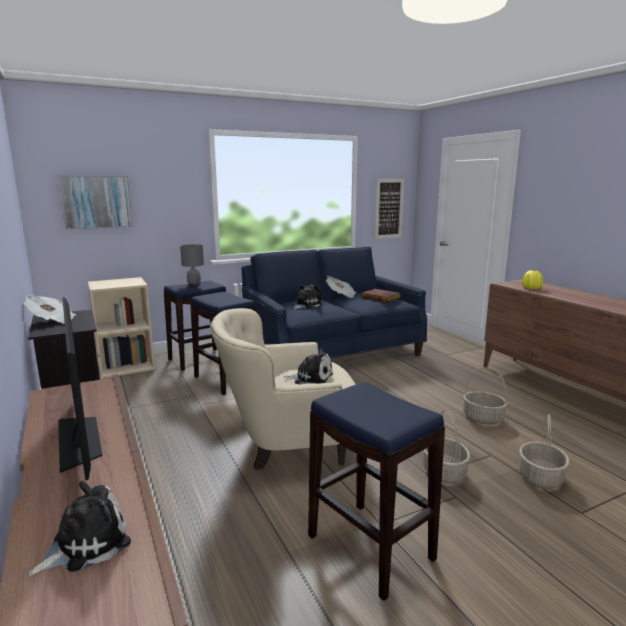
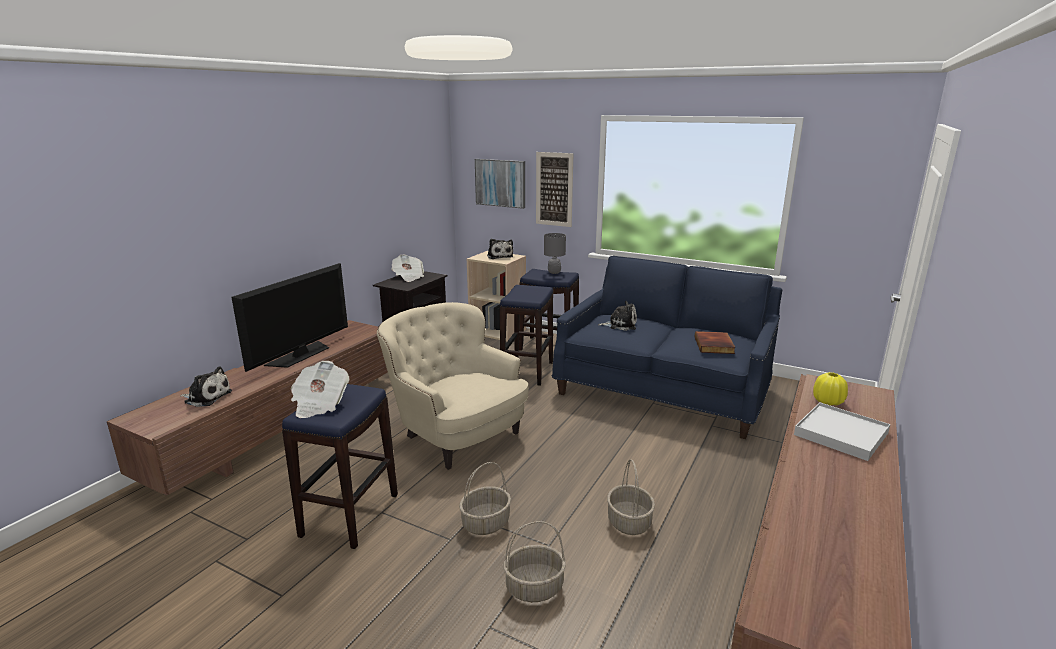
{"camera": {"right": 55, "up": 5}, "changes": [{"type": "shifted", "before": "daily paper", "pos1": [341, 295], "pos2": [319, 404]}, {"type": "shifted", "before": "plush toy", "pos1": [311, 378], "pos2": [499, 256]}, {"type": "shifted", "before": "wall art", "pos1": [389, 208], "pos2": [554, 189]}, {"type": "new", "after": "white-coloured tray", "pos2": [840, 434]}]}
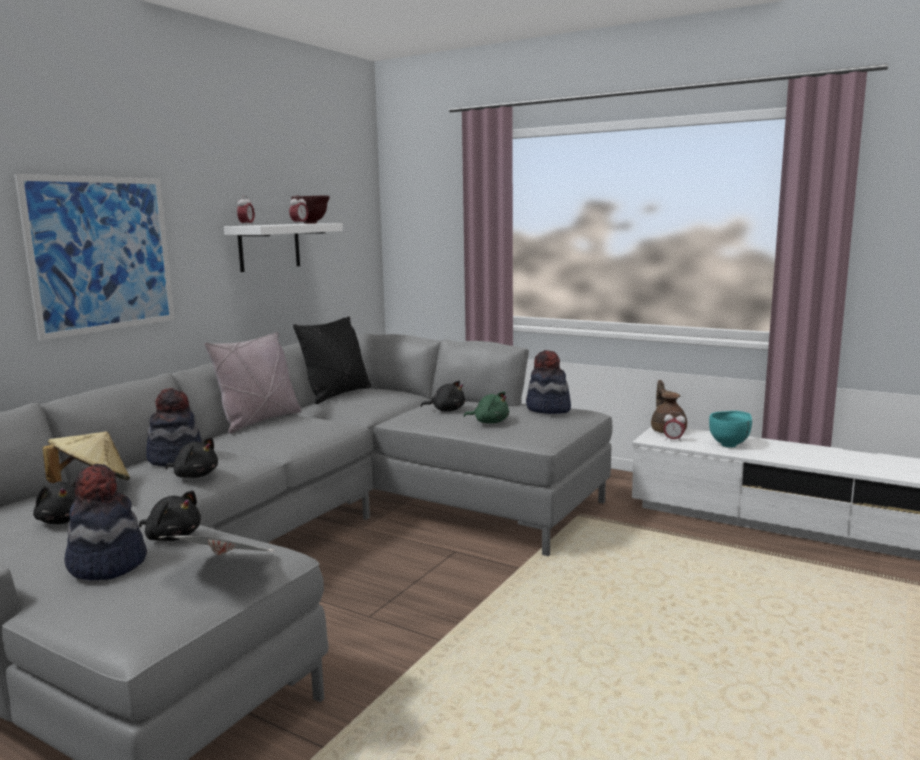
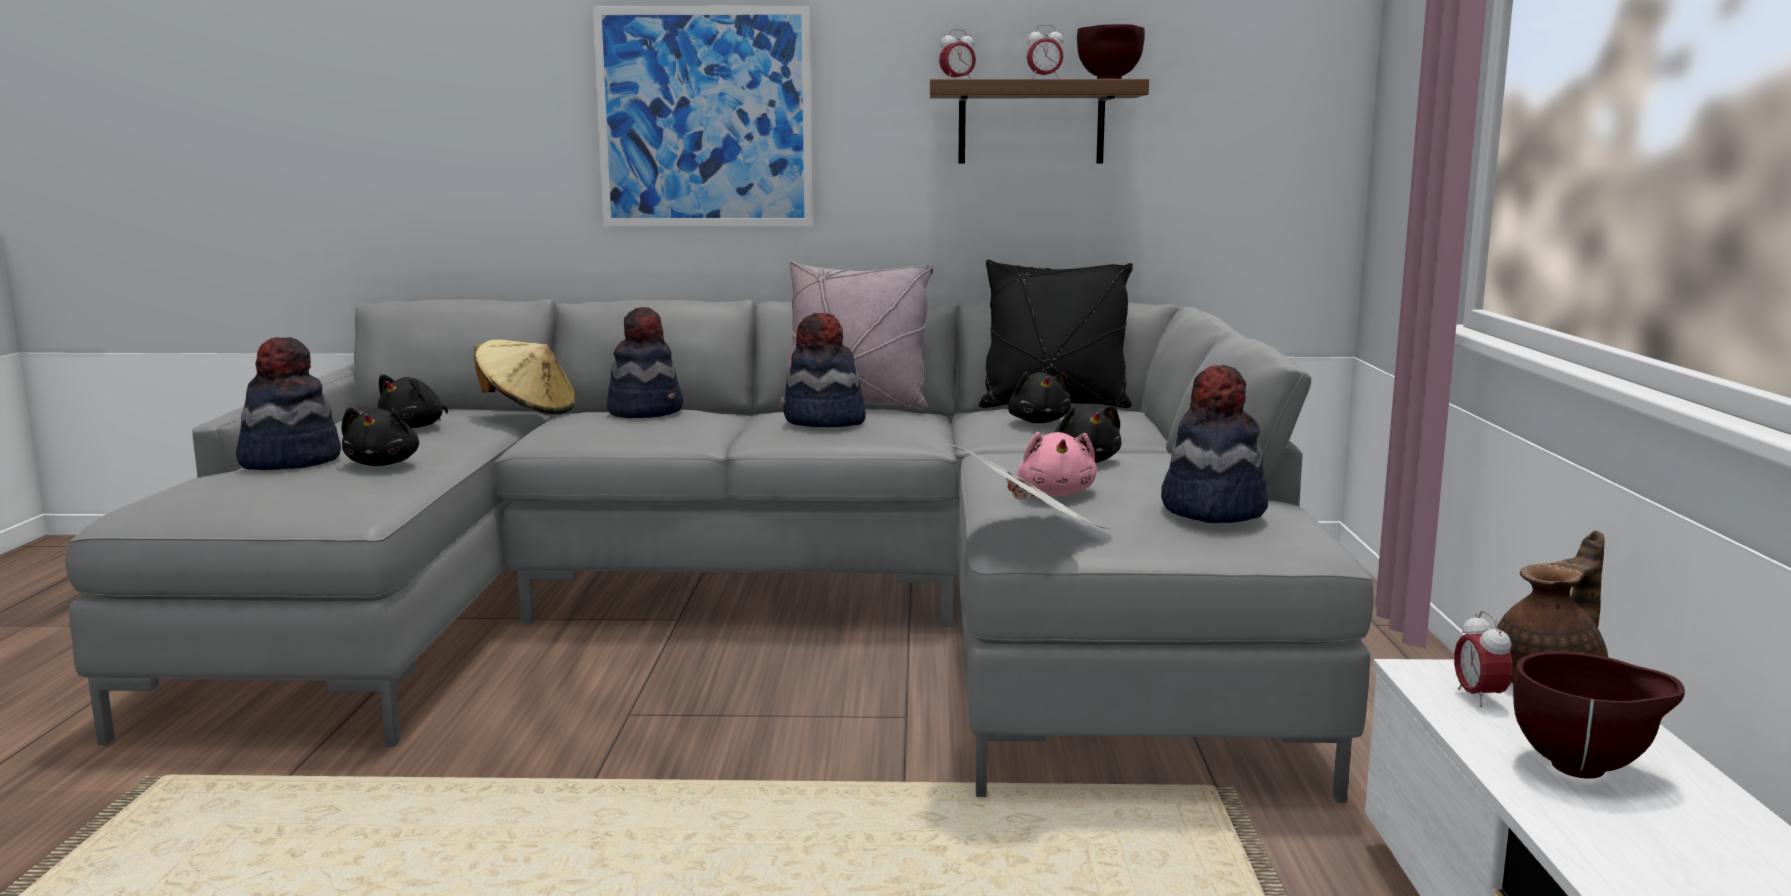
{"camera": {"right": 60, "up": 0}, "changes": [{"type": "new", "after": "hat", "pos2": [824, 421]}, {"type": "repainted", "before": "white-coloured shelf", "after": "brown shelf", "pos1": [269, 247], "pos2": [1031, 123]}, {"type": "shifted", "before": "daily paper", "pos1": [226, 572], "pos2": [1028, 529]}, {"type": "shifted", "before": "black-coloured plush toy", "pos1": [195, 475], "pos2": [1039, 422]}, {"type": "repainted", "before": "green plush toy", "after": "pink plush toy", "pos1": [489, 422], "pos2": [1057, 493]}, {"type": "repainted", "before": "blue-green bowl", "after": "brown bowl", "pos1": [730, 445], "pos2": [1586, 770]}]}
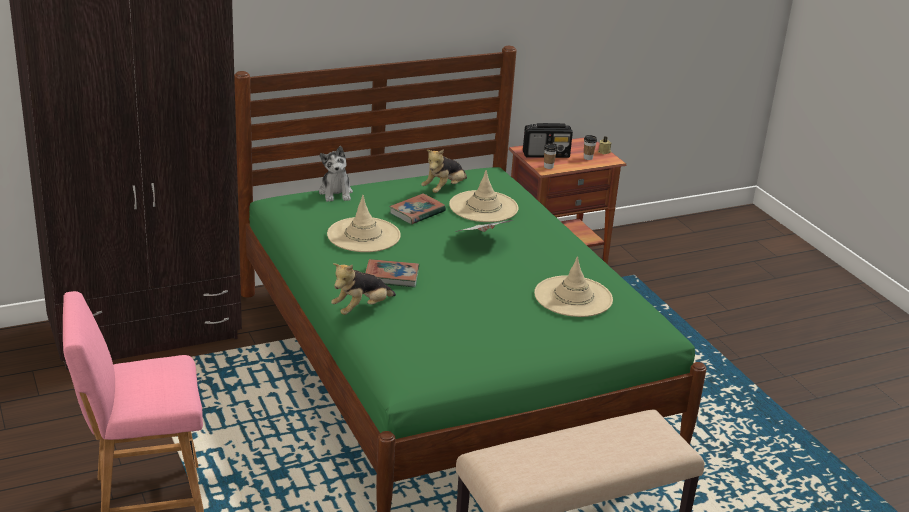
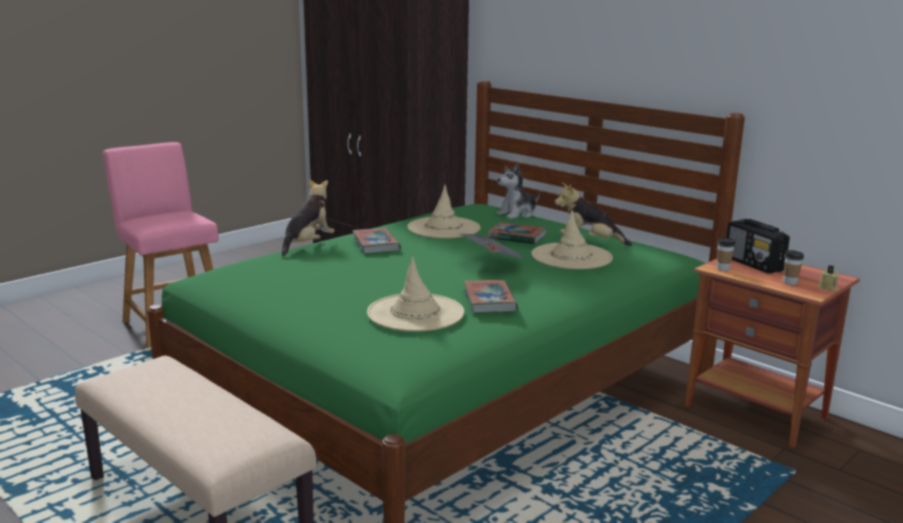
{"camera": {"right": 70, "up": -10}, "changes": [{"type": "rotated", "before": "plush toy", "pos1": [361, 309], "pos2": [308, 244], "turn": 90}, {"type": "new", "after": "book", "pos2": [489, 301]}]}
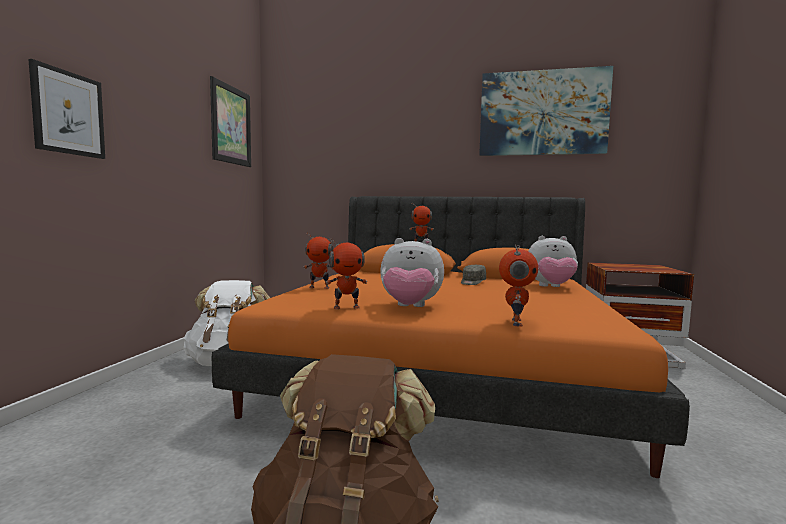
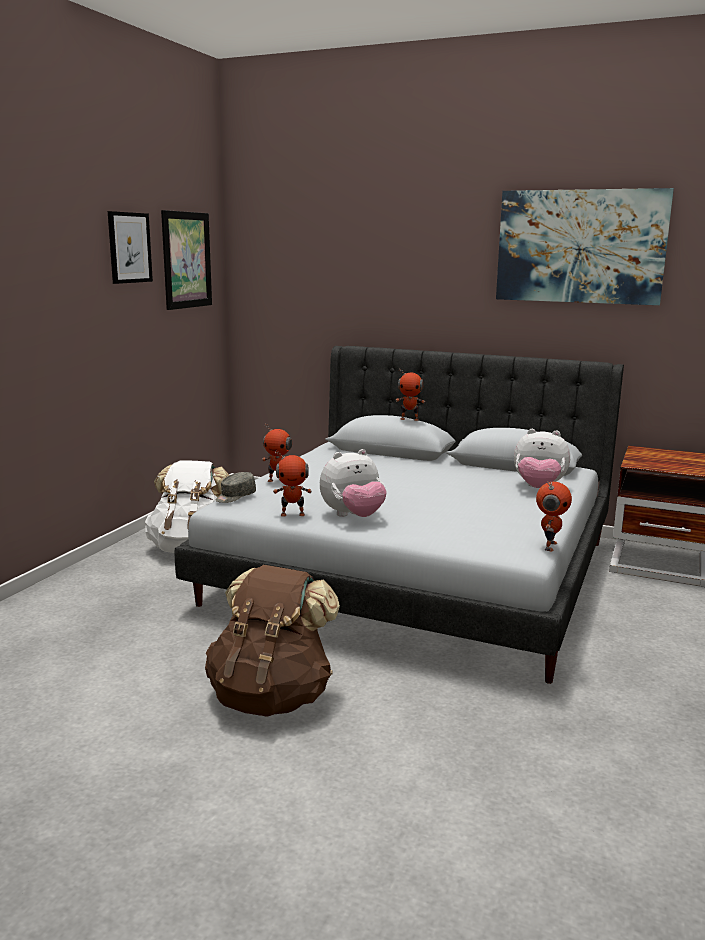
{"camera": {"right": 10, "up": 10}, "changes": [{"type": "shifted", "before": "wall art", "pos1": [68, 113], "pos2": [129, 247]}, {"type": "repainted", "before": "orange bedroom bed", "after": "grey bedroom bed", "pos1": [444, 371], "pos2": [416, 572]}, {"type": "shifted", "before": "grey peaked cap", "pos1": [472, 282], "pos2": [235, 497]}, {"type": "rotated", "before": "plush toy", "pos1": [410, 307], "pos2": [353, 516], "turn": -45}, {"type": "shifted", "before": "toy robot", "pos1": [515, 322], "pos2": [549, 546]}]}
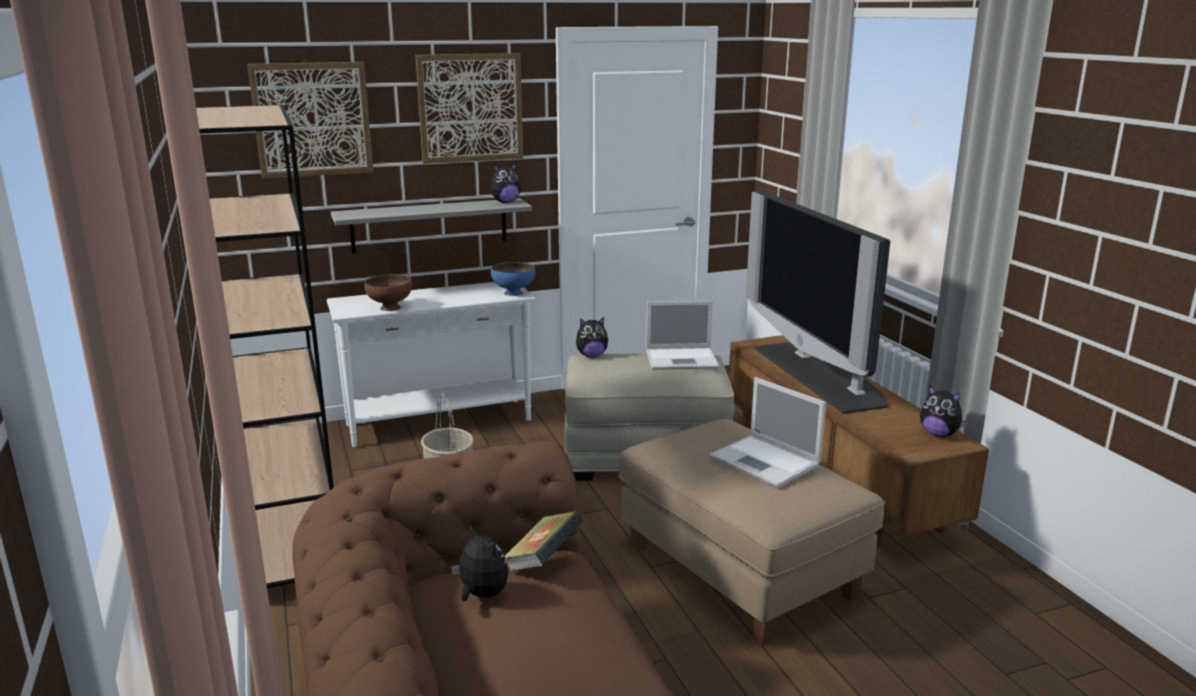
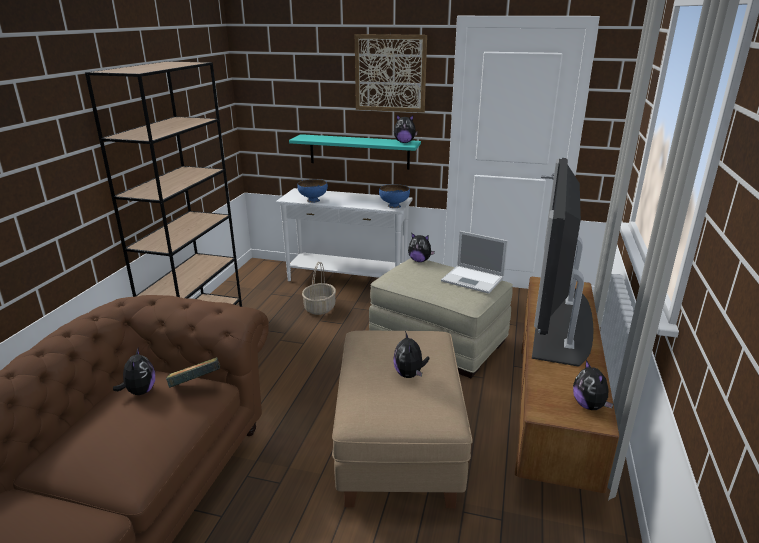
{"camera": {"right": 35, "up": 5}, "changes": [{"type": "repainted", "before": "grey shelf", "after": "blue-green shelf", "pos1": [429, 225], "pos2": [359, 151]}, {"type": "repainted", "before": "brown bowl", "after": "bluish bowl", "pos1": [390, 307], "pos2": [313, 200]}, {"type": "swapped", "before": "portable computer", "after": "plush toy", "pos1": [766, 462], "pos2": [409, 374]}, {"type": "gone", "before": "wall art", "pos1": [312, 118]}]}
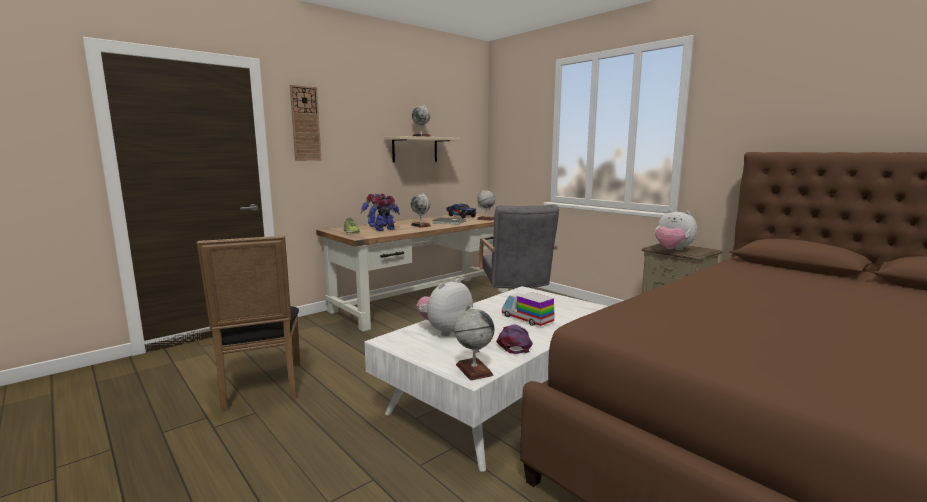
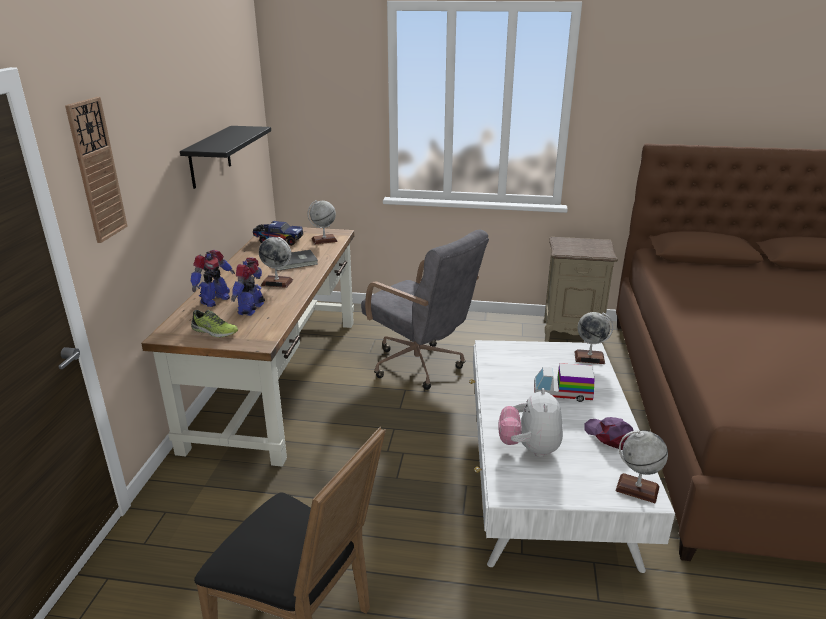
{"camera": {"right": -40, "up": 15}, "changes": [{"type": "repainted", "before": "beige shelf", "after": "black-coloured shelf", "pos1": [415, 149], "pos2": [210, 157]}, {"type": "shifted", "before": "desk globe", "pos1": [421, 136], "pos2": [589, 357]}, {"type": "gone", "before": "plush toy", "pos1": [672, 250]}]}
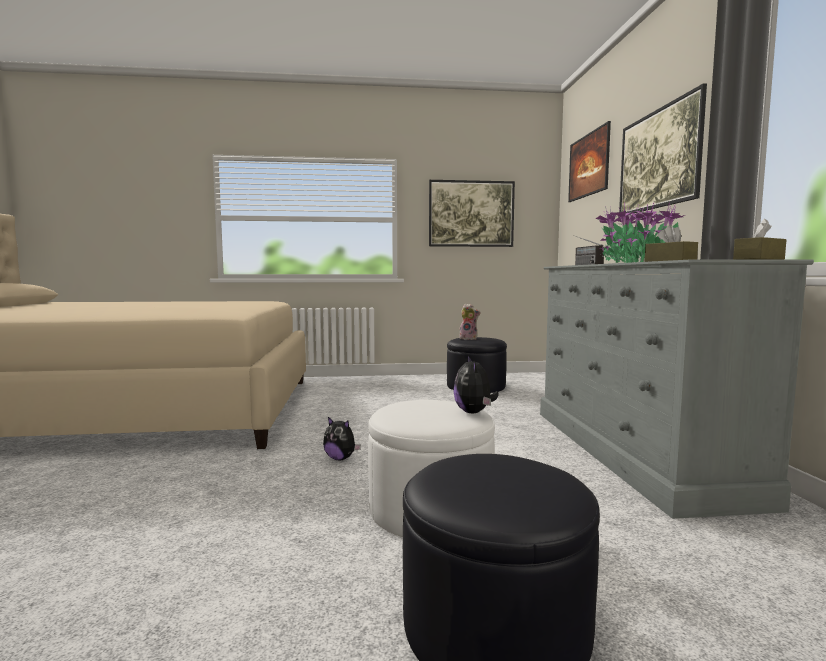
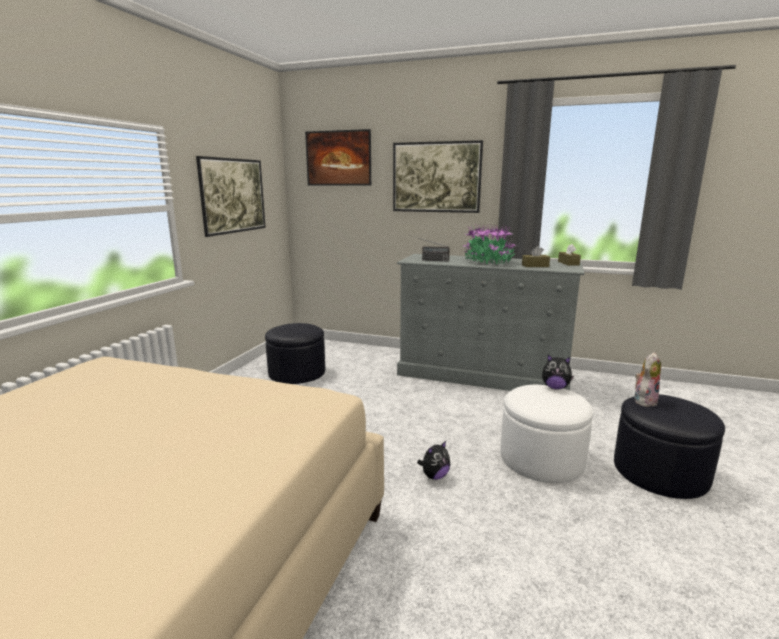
{"camera": {"right": -65, "up": 10}, "changes": [{"type": "shifted", "before": "plush toy", "pos1": [469, 339], "pos2": [644, 401]}]}
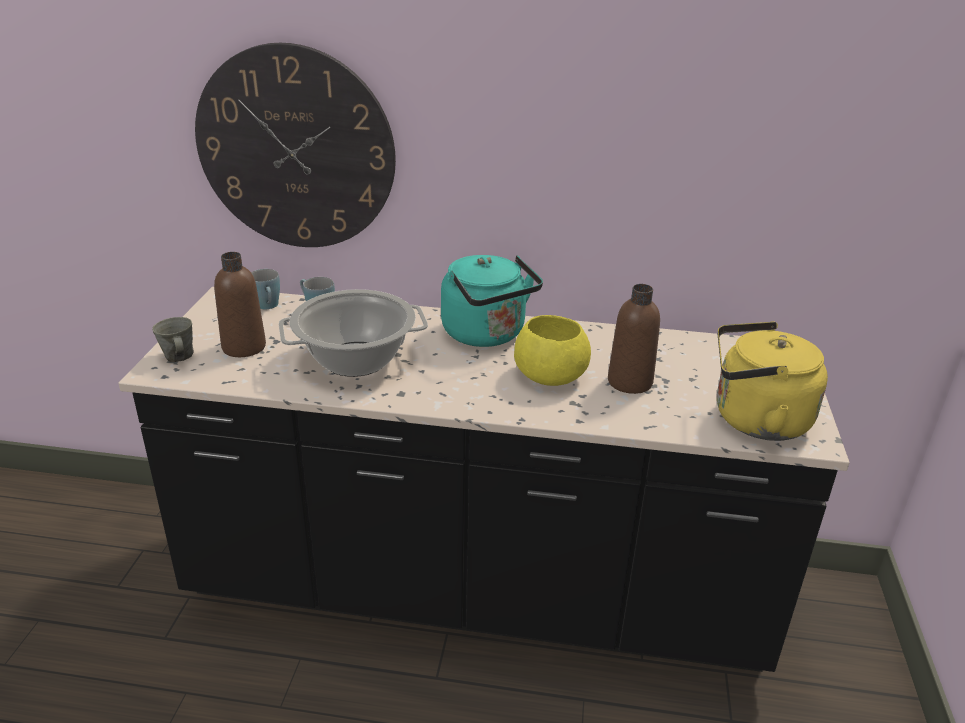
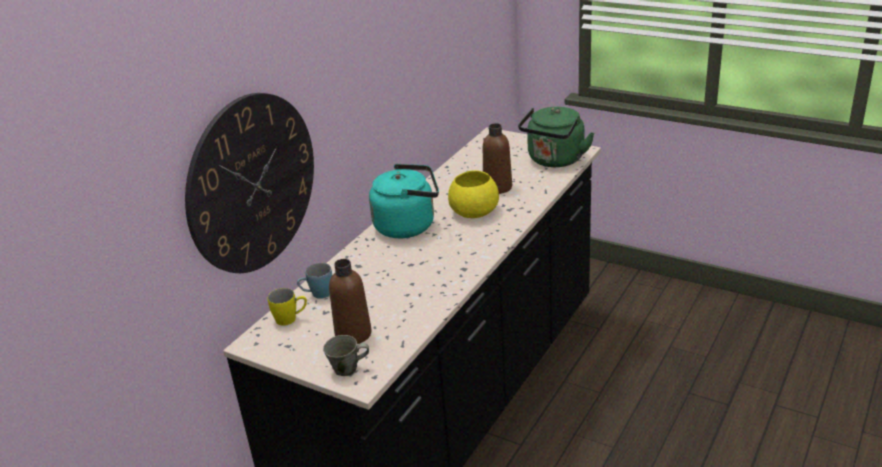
{"camera": {"right": -65, "up": 0}, "changes": [{"type": "repainted", "before": "bluish coffee mug", "after": "yellow-coloured coffee mug", "pos1": [268, 306], "pos2": [291, 319]}, {"type": "repainted", "before": "yellow-coloured water kettle", "after": "green water kettle", "pos1": [754, 420], "pos2": [554, 160]}, {"type": "gone", "before": "cooking pot", "pos1": [356, 359]}]}
